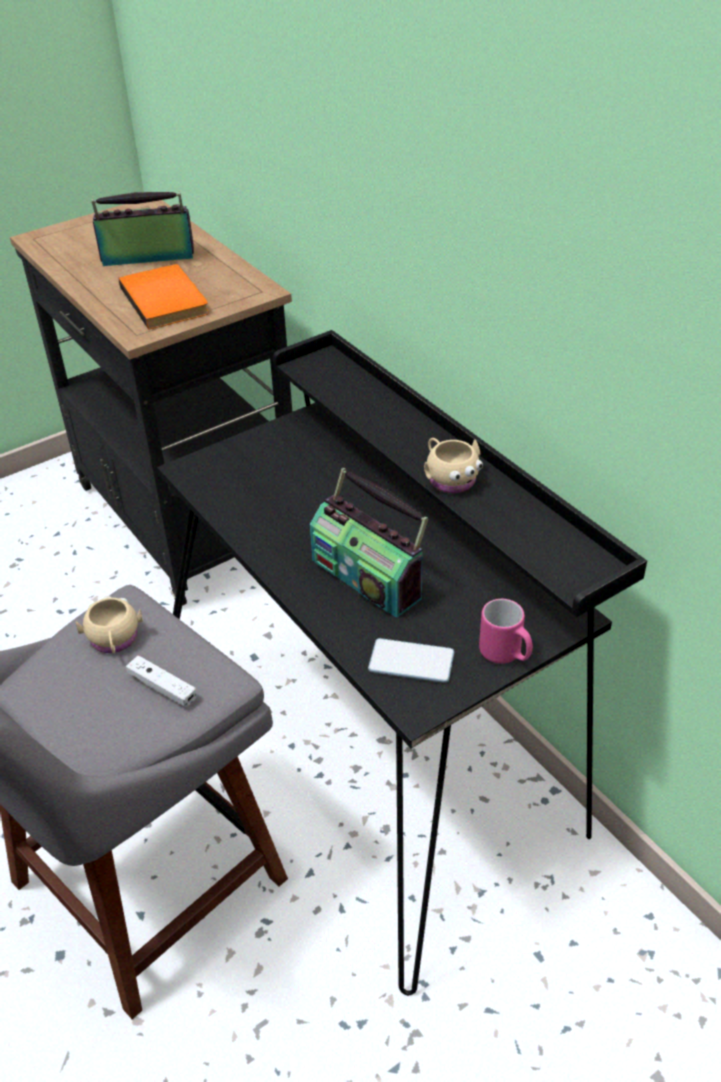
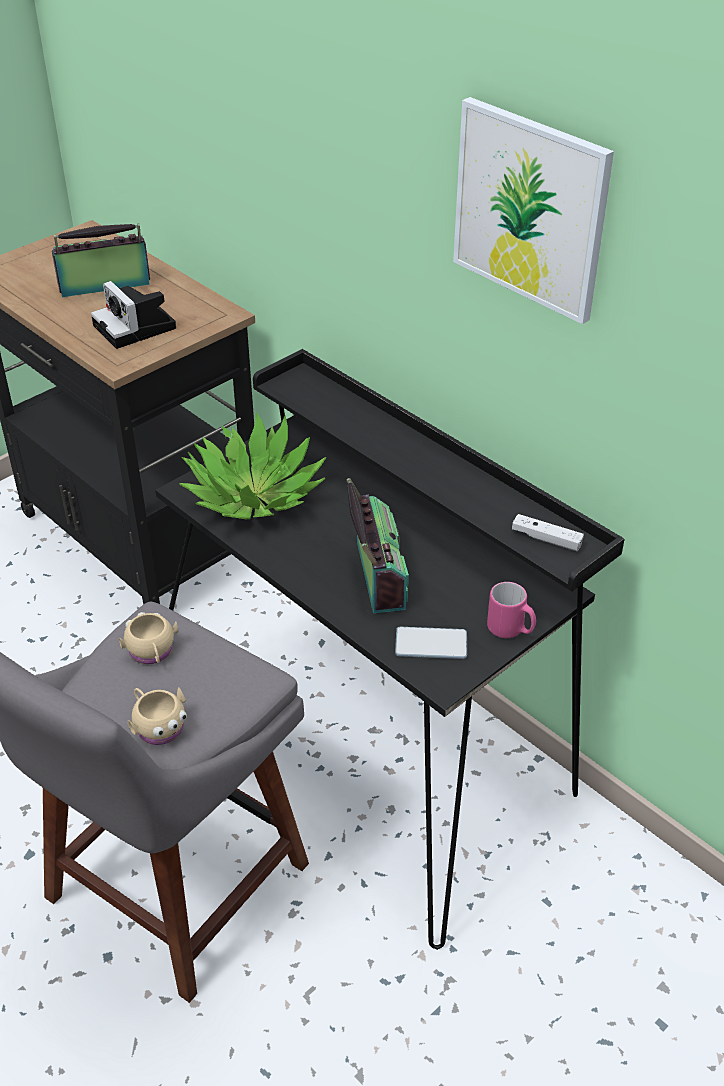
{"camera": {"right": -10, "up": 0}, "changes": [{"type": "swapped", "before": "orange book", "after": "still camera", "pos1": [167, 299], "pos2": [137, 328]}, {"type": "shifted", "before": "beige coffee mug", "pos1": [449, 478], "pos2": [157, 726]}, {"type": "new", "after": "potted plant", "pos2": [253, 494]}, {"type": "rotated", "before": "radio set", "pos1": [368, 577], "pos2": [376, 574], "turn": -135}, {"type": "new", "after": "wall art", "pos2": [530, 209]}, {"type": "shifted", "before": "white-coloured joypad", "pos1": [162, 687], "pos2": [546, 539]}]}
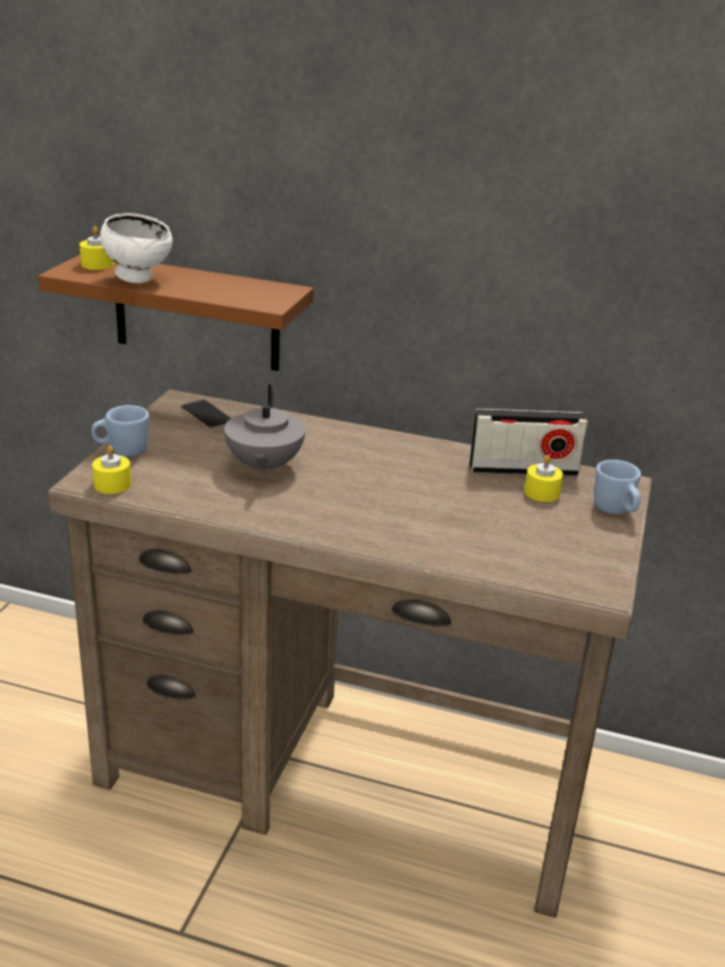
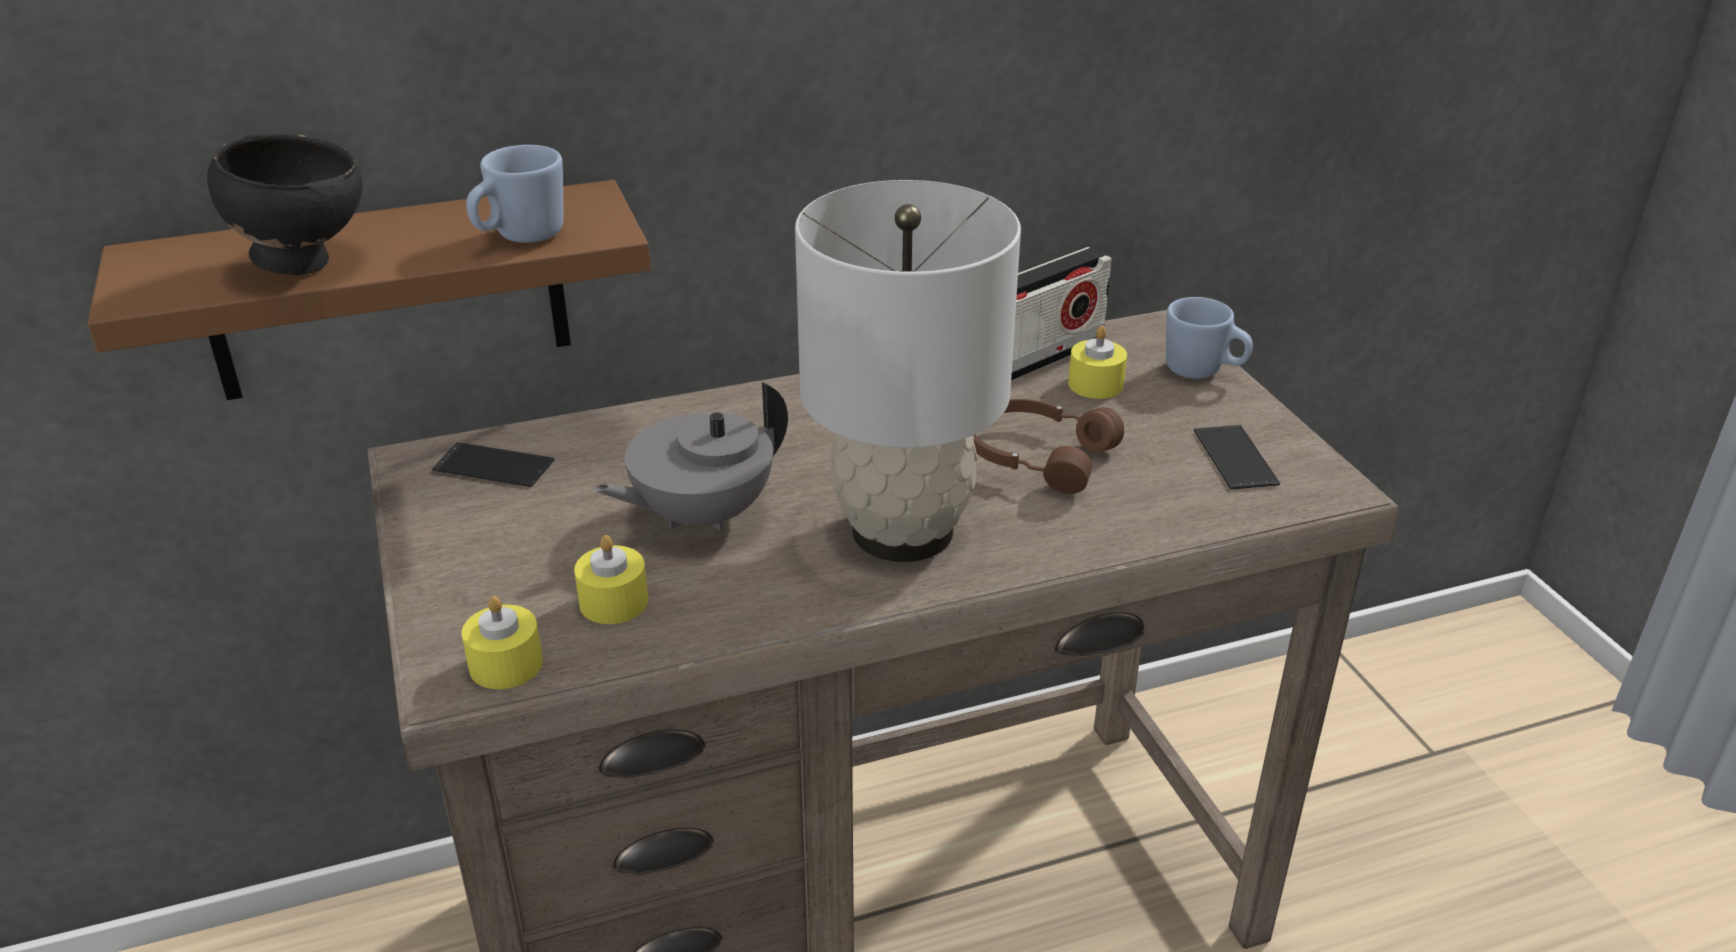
{"camera": {"right": -35, "up": 5}, "changes": [{"type": "repainted", "before": "white-coloured bowl", "after": "black-coloured bowl", "pos1": [139, 279], "pos2": [304, 263]}, {"type": "shifted", "before": "bluish coffee mug", "pos1": [122, 451], "pos2": [520, 238]}, {"type": "shifted", "before": "yellow-coloured candle", "pos1": [97, 264], "pos2": [614, 602]}, {"type": "rotated", "before": "grey pot for tea", "pos1": [263, 466], "pos2": [700, 515], "turn": 90}, {"type": "new", "after": "white-coloured tabletop lamp", "pos2": [902, 532]}, {"type": "new", "after": "brown pair of headphones", "pos2": [1037, 455]}, {"type": "new", "after": "telephone", "pos2": [1235, 458]}]}
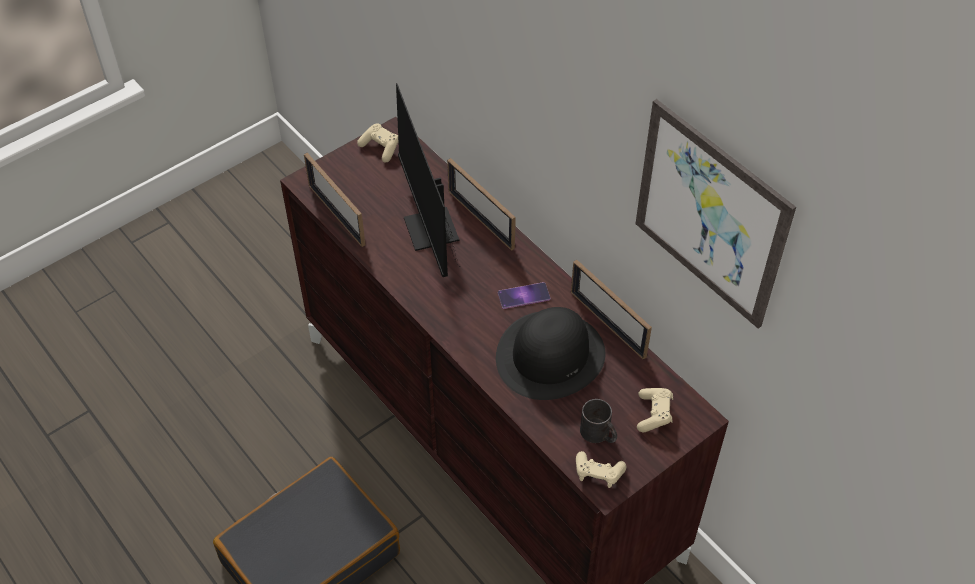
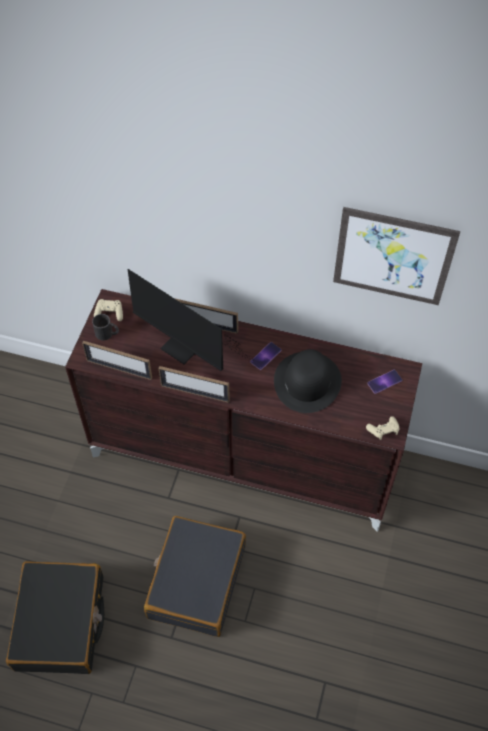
{"camera": {"right": -35, "up": 5}, "changes": [{"type": "new", "after": "black-coloured travel case", "pos2": [60, 623]}, {"type": "shifted", "before": "black-coloured coffee mug", "pos1": [599, 434], "pos2": [107, 333]}, {"type": "shifted", "before": "picture frame", "pos1": [607, 324], "pos2": [195, 393]}, {"type": "swapped", "before": "beige joypad", "after": "telephone", "pos1": [654, 414], "pos2": [384, 381]}]}
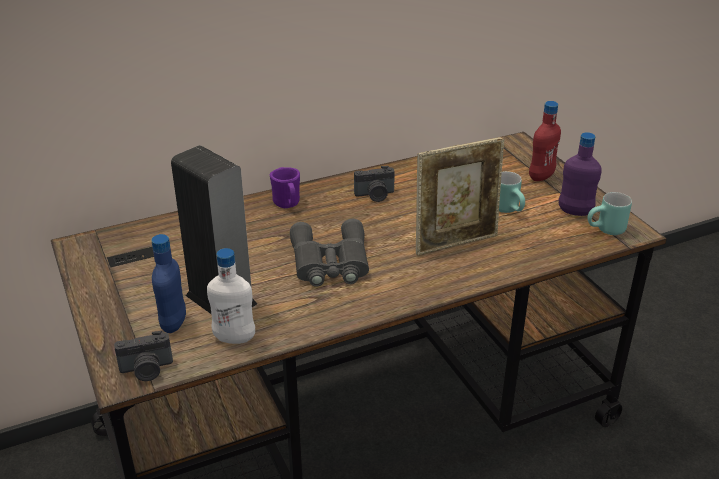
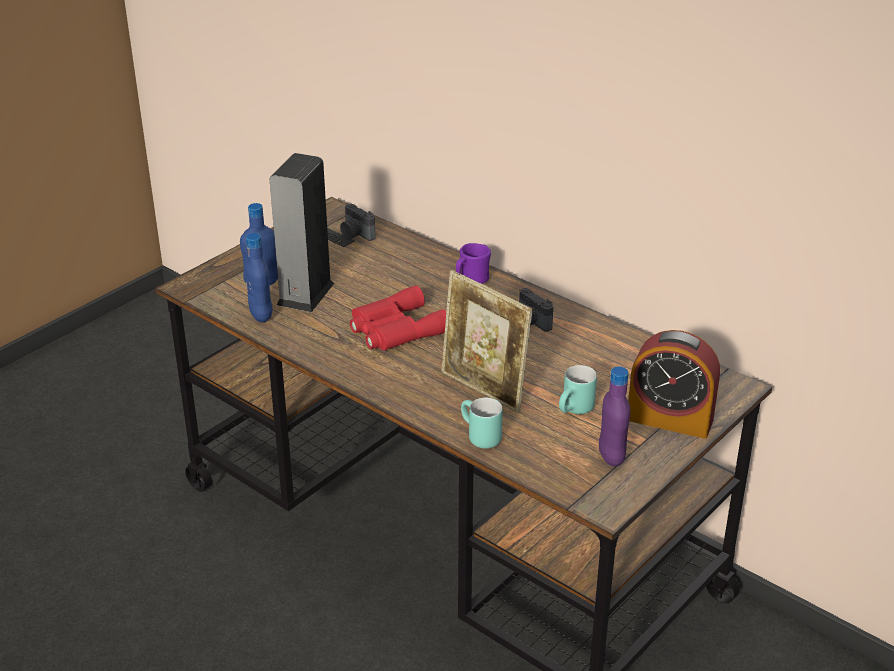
{"camera": {"right": 65, "up": 0}, "changes": [{"type": "repainted", "before": "white-coloured bottle", "after": "bluish bottle", "pos1": [234, 338], "pos2": [261, 315]}, {"type": "shifted", "before": "still camera", "pos1": [147, 370], "pos2": [355, 234]}, {"type": "repainted", "before": "grey field glasses", "after": "reddish field glasses", "pos1": [329, 262], "pos2": [395, 329]}, {"type": "shifted", "before": "blue-green coffee mug", "pos1": [606, 231], "pos2": [478, 437]}, {"type": "swapped", "before": "reddish bottle", "after": "alarm clock", "pos1": [541, 176], "pos2": [669, 419]}]}
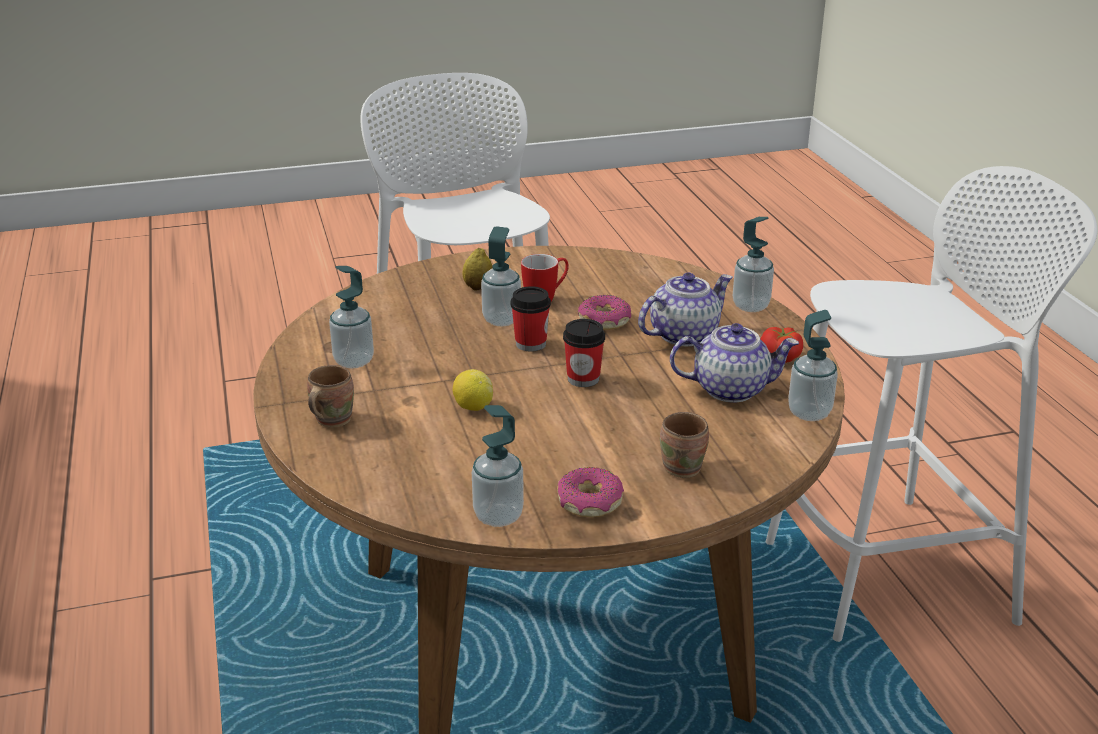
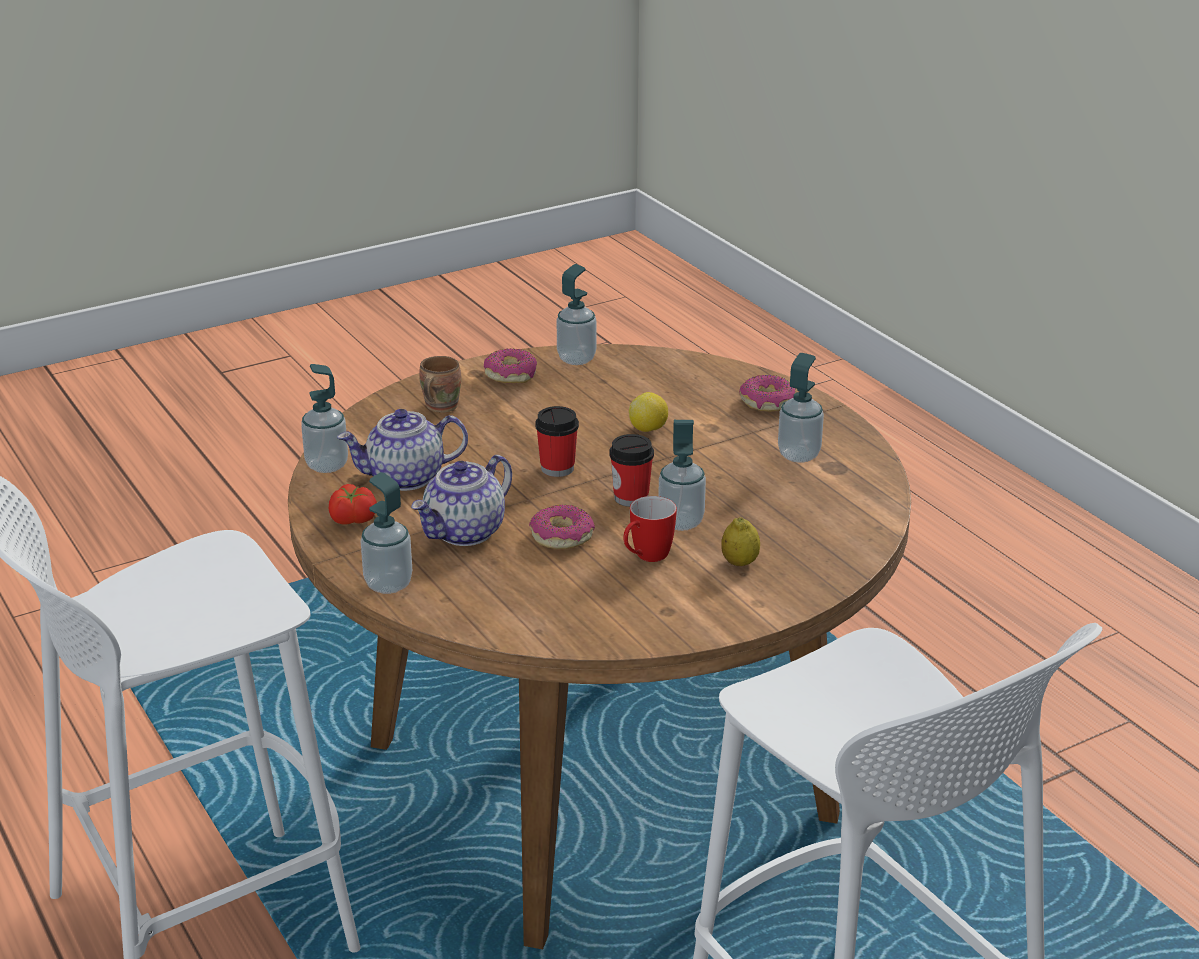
{"camera": {"right": 165, "up": 0}, "changes": [{"type": "swapped", "before": "brown coffee mug", "after": "doughnut", "pos1": [330, 420], "pos2": [767, 403]}]}
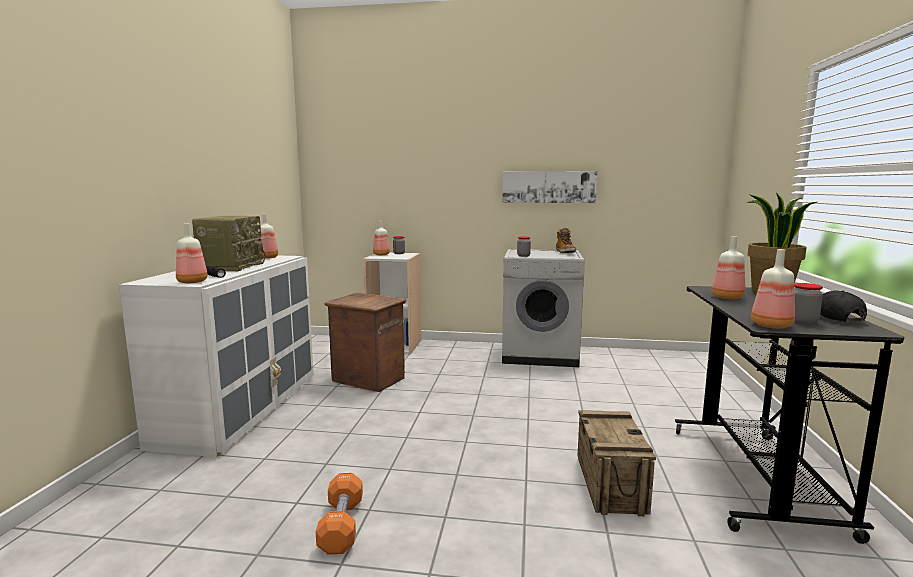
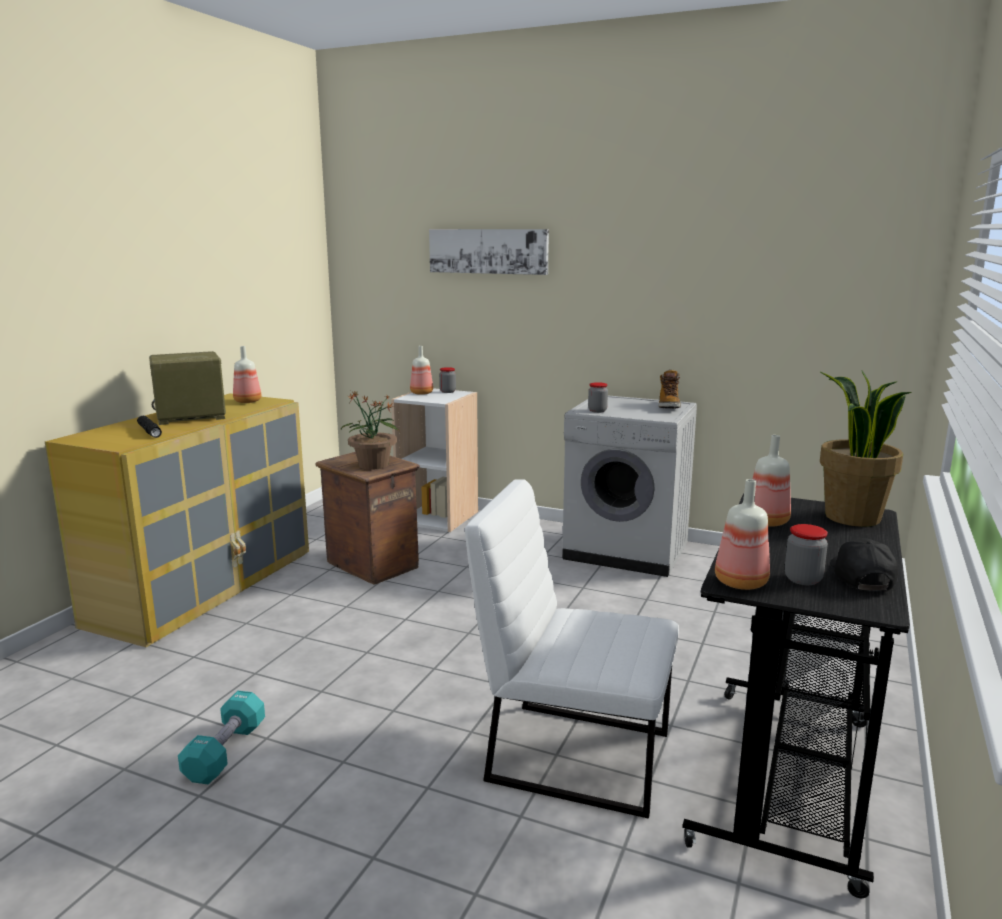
{"camera": {"right": 15, "up": 5}, "changes": [{"type": "repainted", "before": "white-coloured cupboard", "after": "yellow-coloured cupboard", "pos1": [242, 408], "pos2": [205, 587]}, {"type": "rotated", "before": "radio set", "pos1": [231, 266], "pos2": [189, 417], "turn": -135}, {"type": "repainted", "before": "orange hand weight", "after": "blue-green hand weight", "pos1": [341, 526], "pos2": [225, 752]}, {"type": "new", "after": "potted plant", "pos2": [373, 465]}, {"type": "shifted", "before": "wall art", "pos1": [548, 187], "pos2": [488, 251]}, {"type": "swapped", "before": "crate", "after": "white-coloured chair", "pos1": [609, 484], "pos2": [573, 754]}, {"type": "gone", "before": "bottle", "pos1": [193, 282]}]}
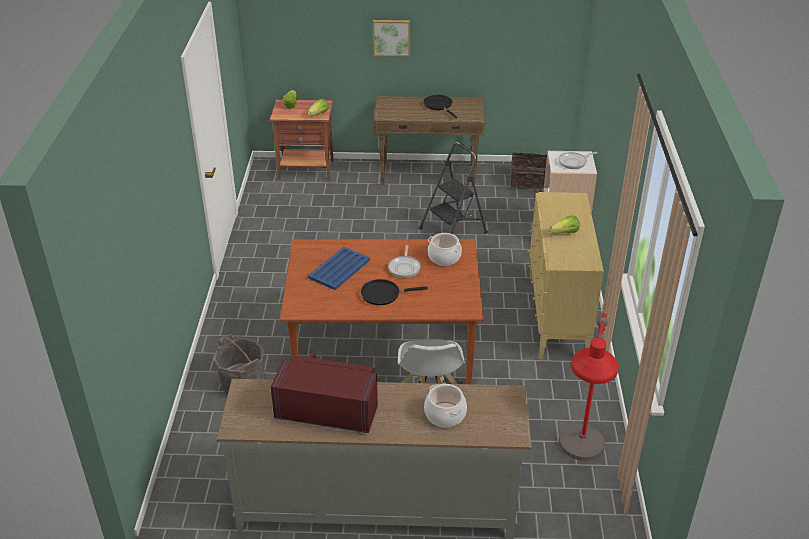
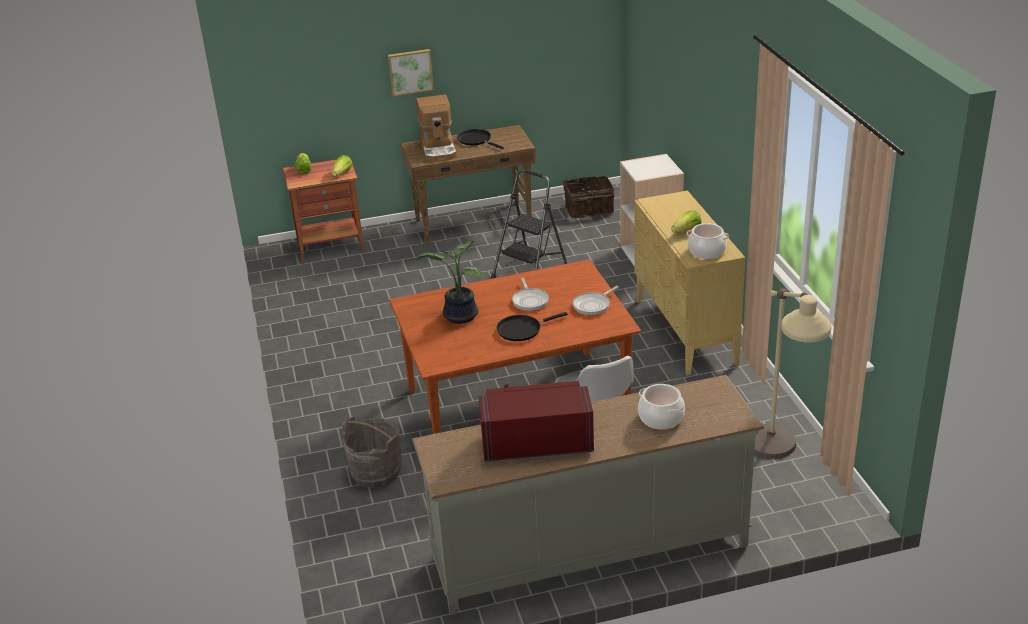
{"camera": {"right": -15, "up": -5}, "changes": [{"type": "new", "after": "coffee maker", "pos2": [439, 149]}, {"type": "swapped", "before": "bluish tray", "after": "potted plant", "pos1": [339, 269], "pos2": [459, 316]}, {"type": "shifted", "before": "frying pan", "pos1": [574, 162], "pos2": [593, 305]}, {"type": "shifted", "before": "cooking pot", "pos1": [444, 257], "pos2": [707, 251]}, {"type": "repainted", "before": "reddish standing lamp", "after": "beige standing lamp", "pos1": [577, 467], "pos2": [778, 465]}]}
